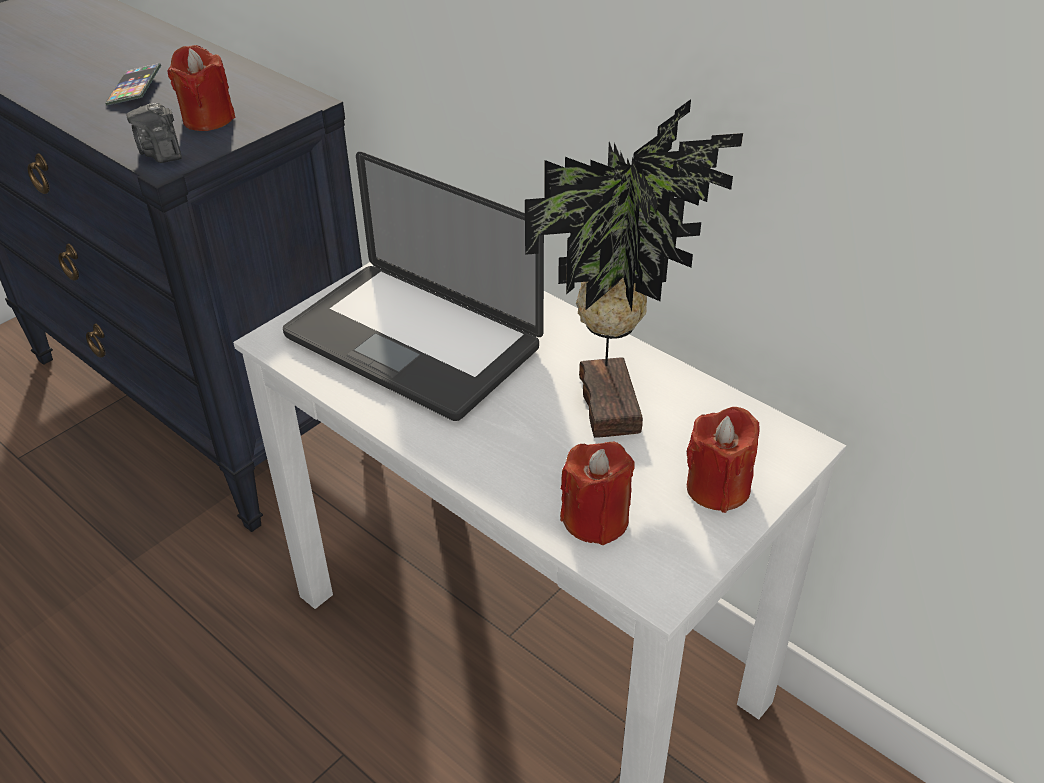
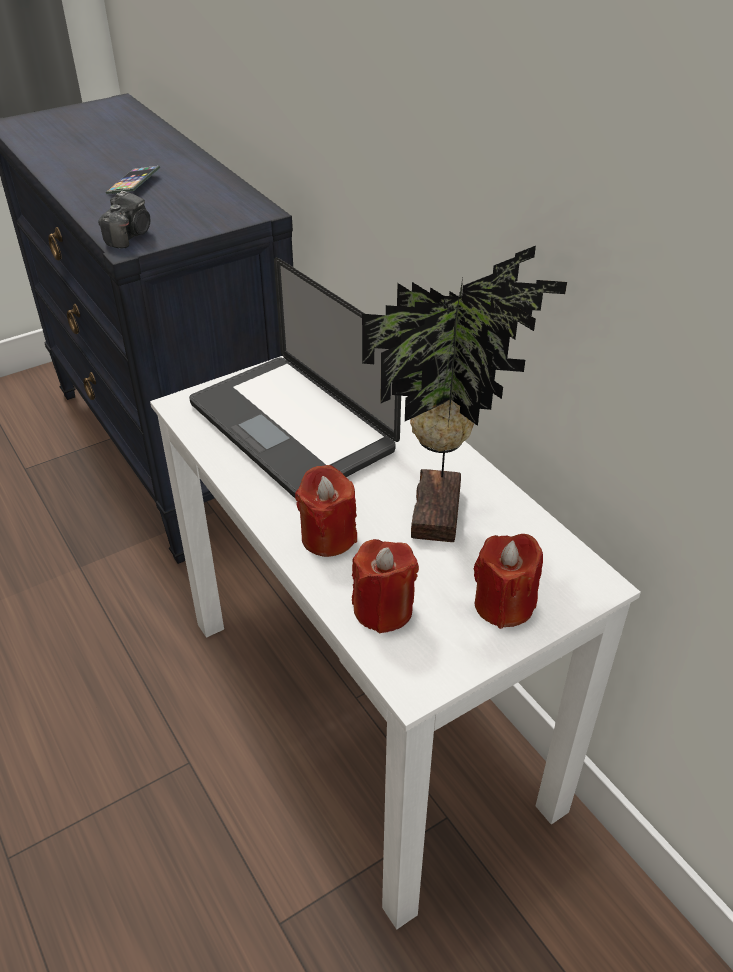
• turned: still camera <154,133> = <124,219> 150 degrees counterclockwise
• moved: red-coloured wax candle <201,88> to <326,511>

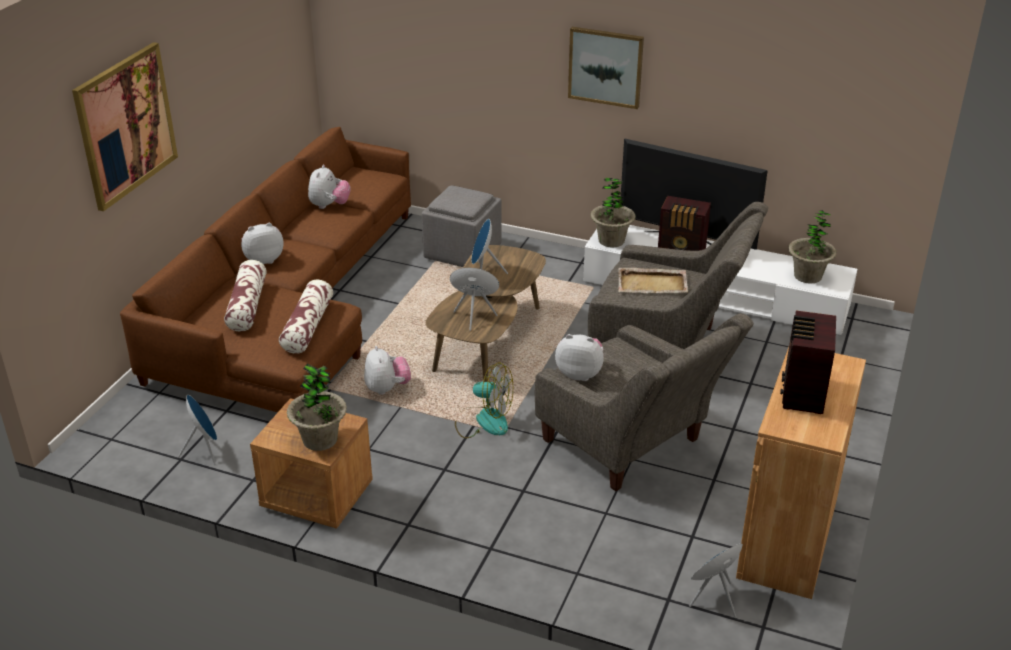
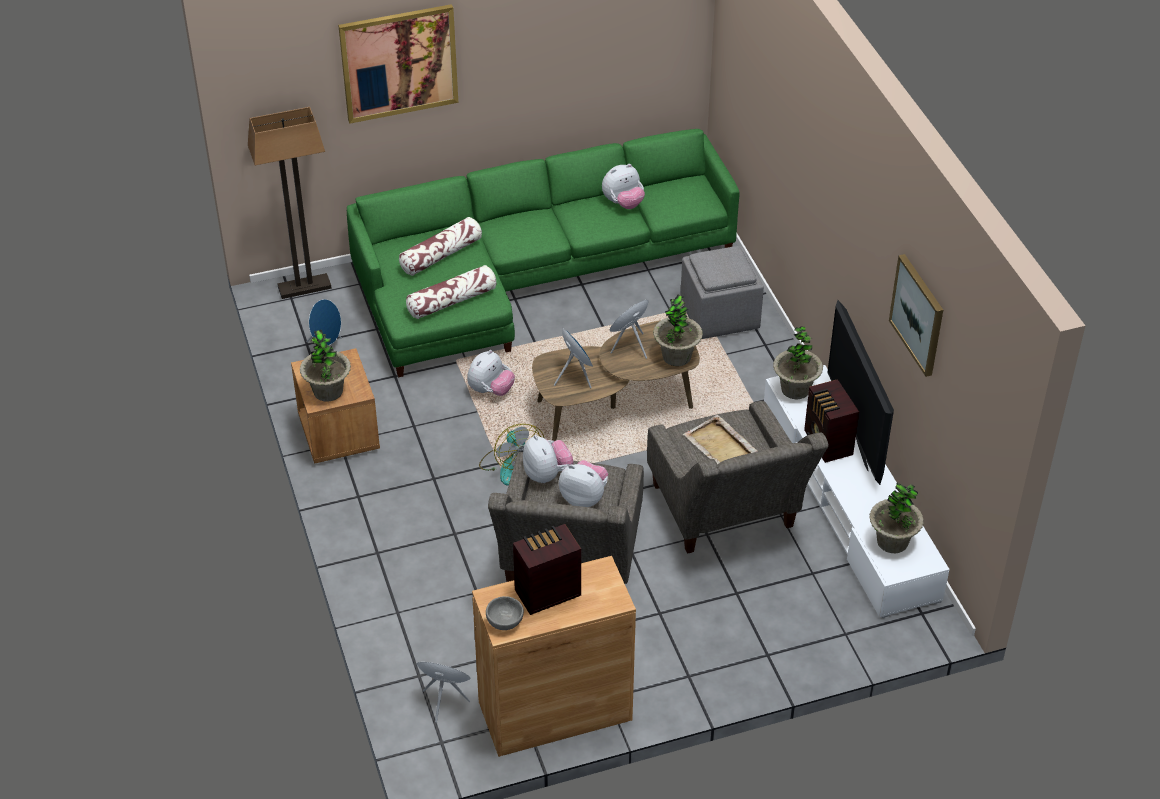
• added: standing lamp <290,203>
• recoloured: brown couch <265,269> to green couch <543,253>
• added: greyish serving bowl <505,613>
• moved: soft toy <262,244> to <583,483>
• added: plant in a pot <678,330>
• moved: wall art <606,68> to <916,315>

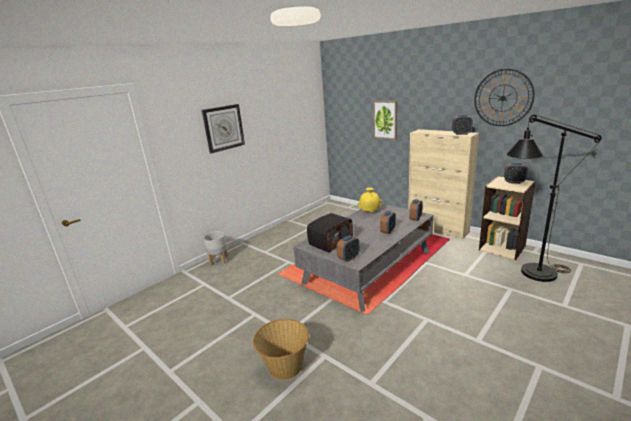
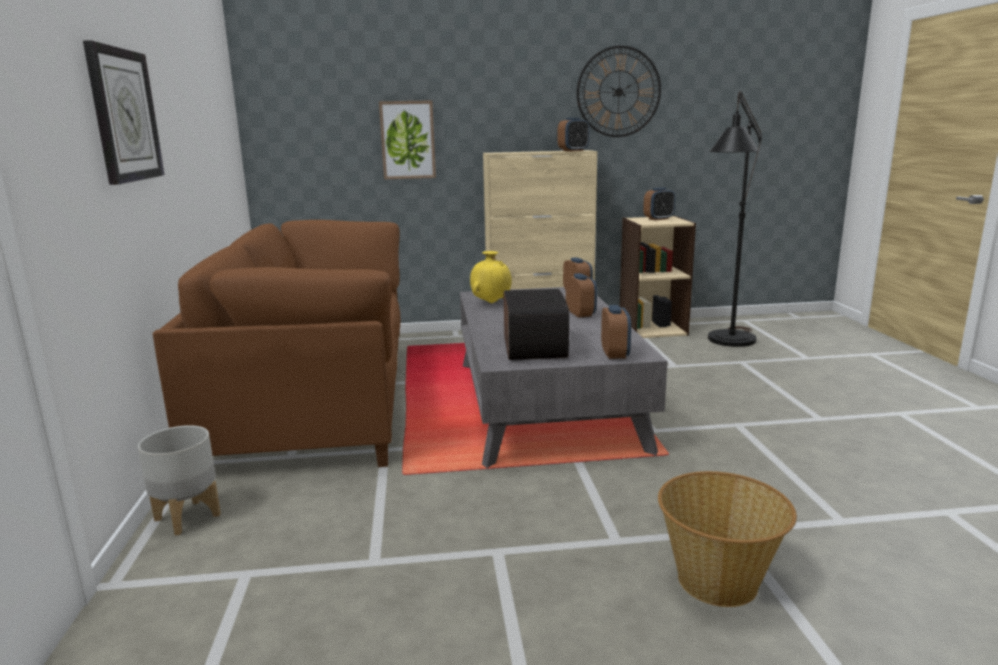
• added: brown couch <277,343>

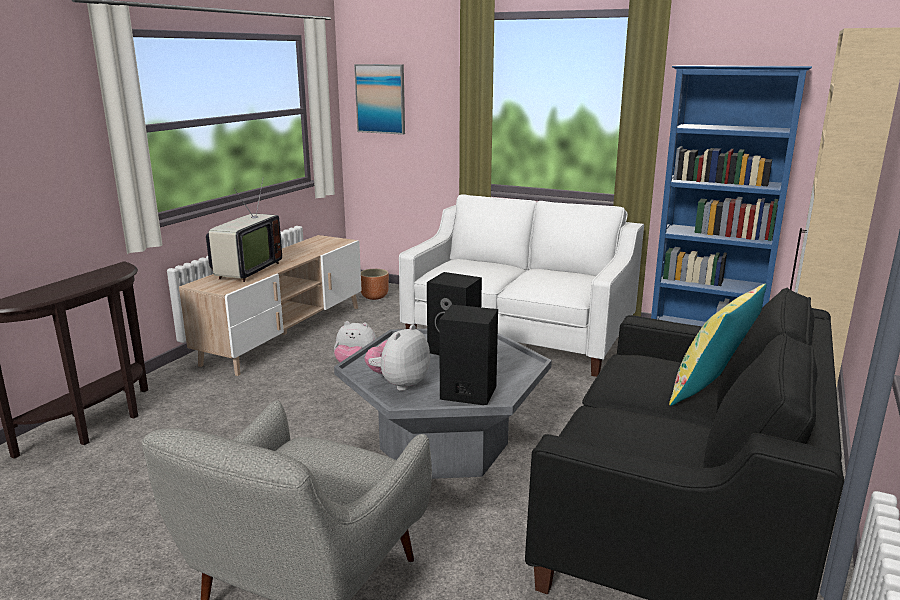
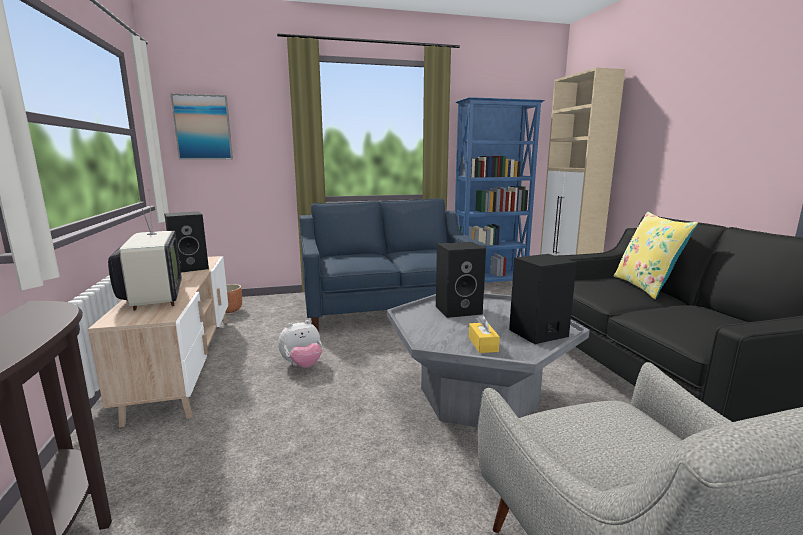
• added: black-coloured speaker <186,242>
• recoloured: whitish couch <521,285> to bluish couch <392,265>
• replaced: soft toy <397,357> to yellow box of tissues <484,334>

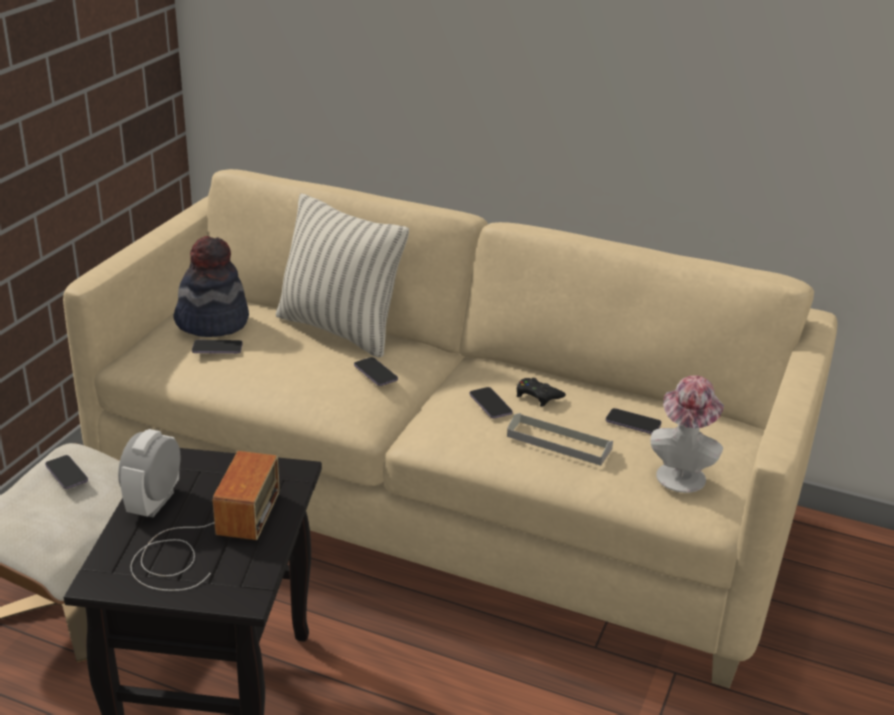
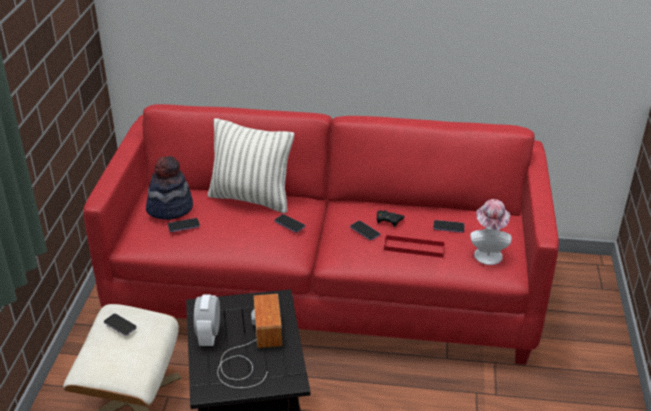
• recoloured: beige-coloured couch <450,428> to red-coloured couch <321,234>
• recoloured: greyish serving tray <560,439> to red-coloured serving tray <414,246>

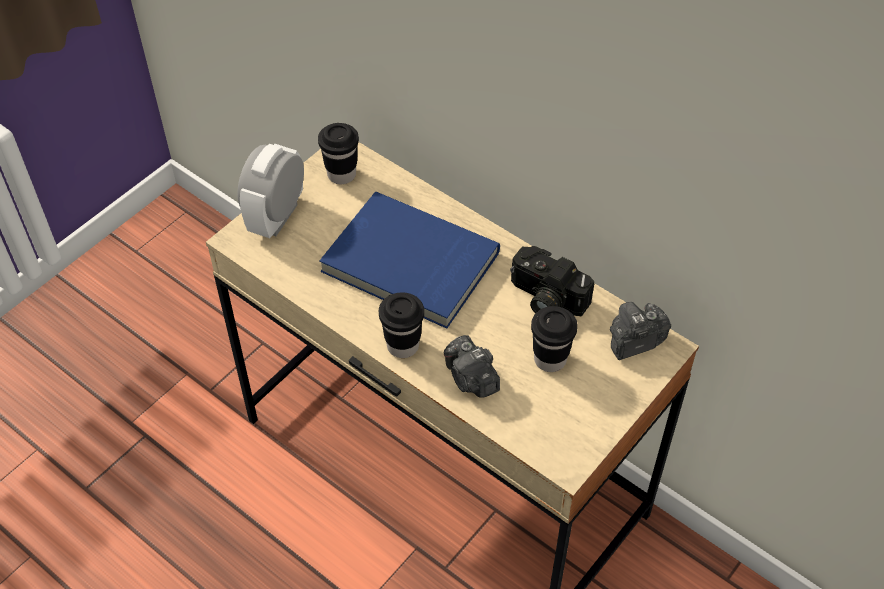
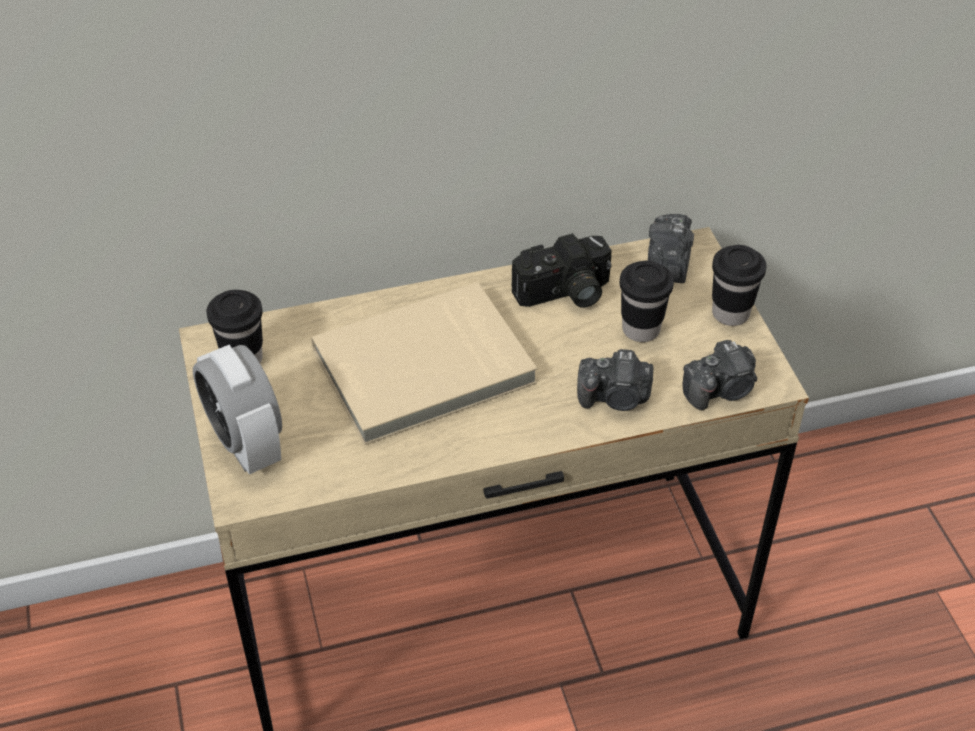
• recoloured: bluish volume <409,260> to beige-coloured volume <424,363>
• added: still camera <720,375>
• moved: black-coloured small cup <401,325> to <739,285>

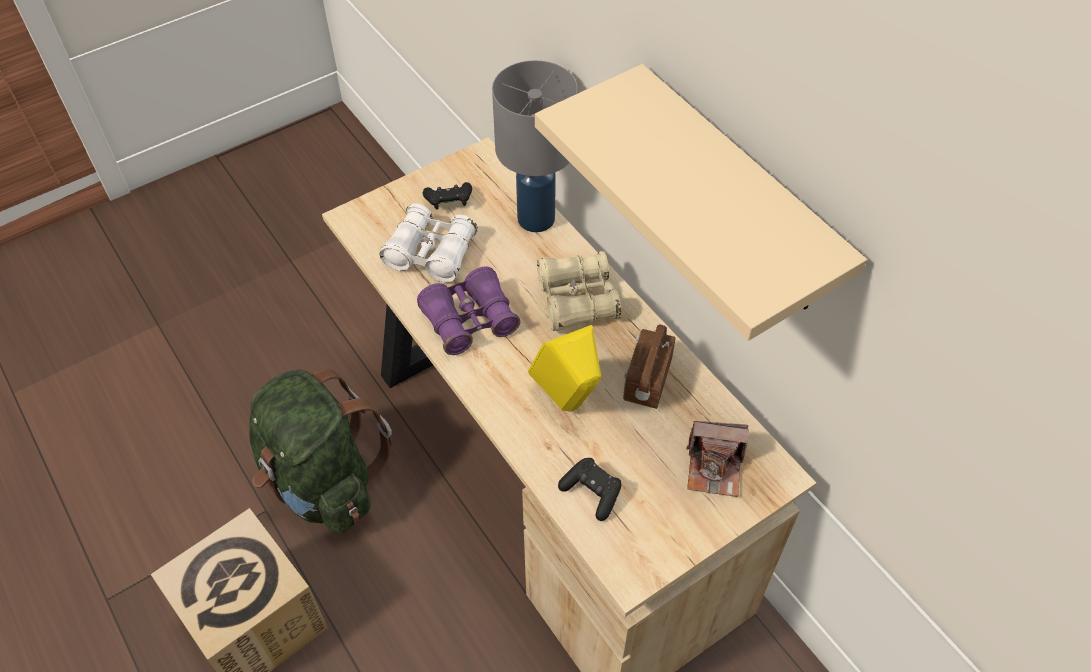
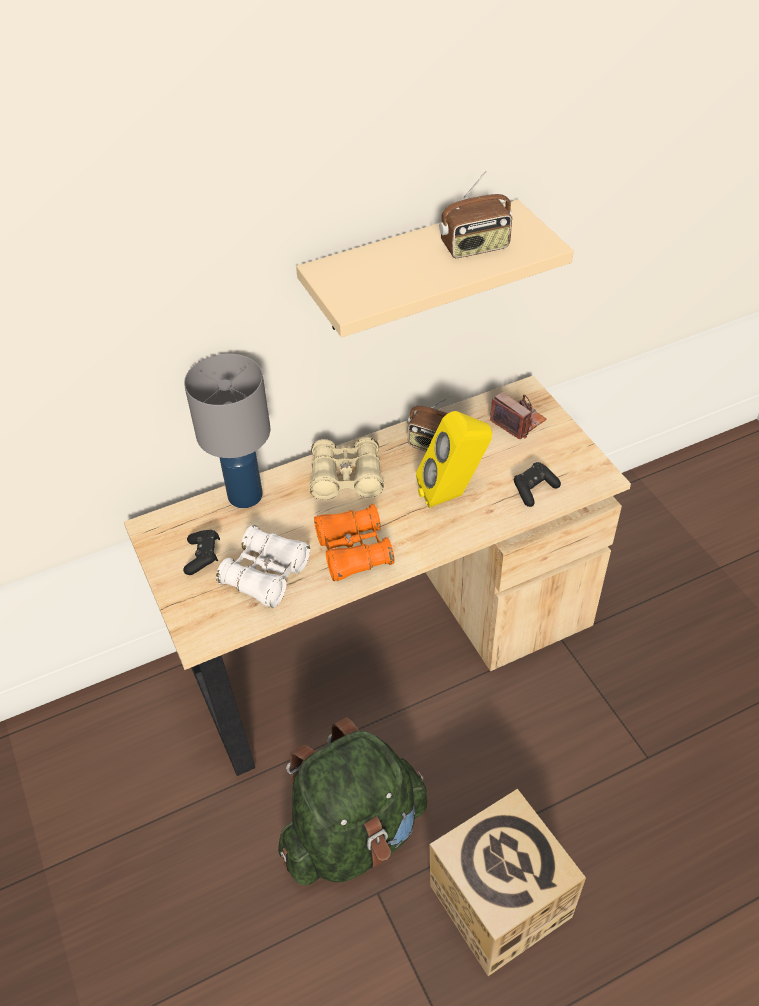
• recoloured: purple-coloured field glasses <468,311> to orange field glasses <354,542>
• added: radio receiver <476,214>
• turned: still camera <717,459> = <518,415> 60 degrees counterclockwise

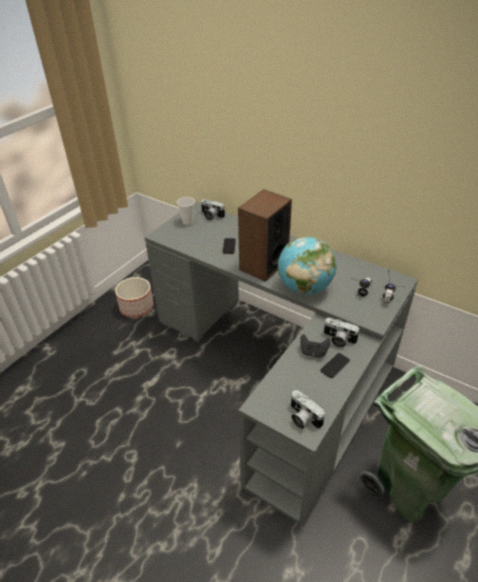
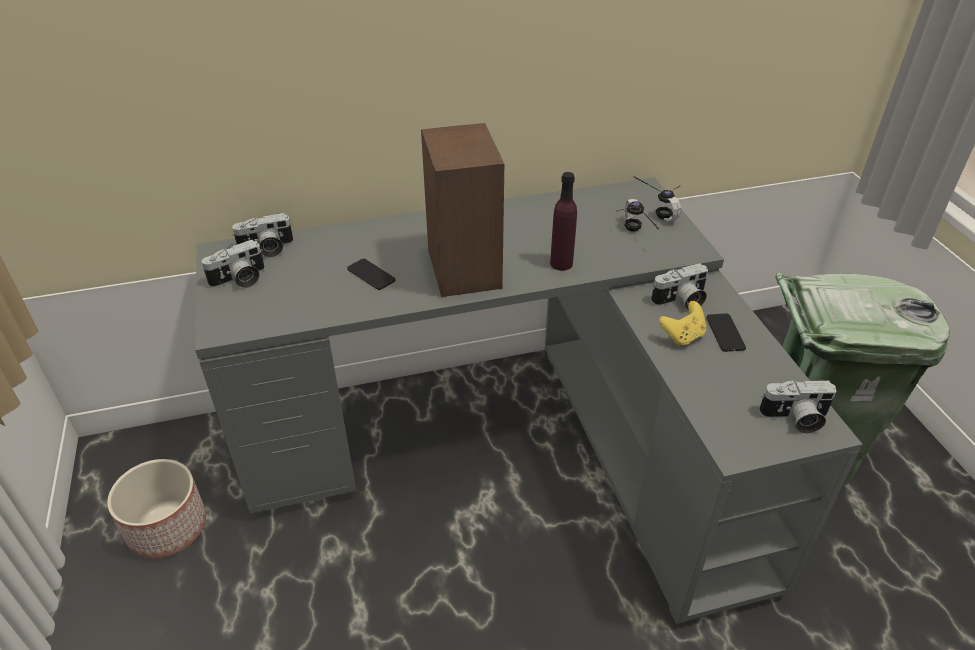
• replaced: small cup <186,211> to still camera <233,264>
• replaced: desk globe <307,265> to purple-coloured bottle <563,221>
• recoloured: black-coloured game controller <315,346> to yellow game controller <682,323>

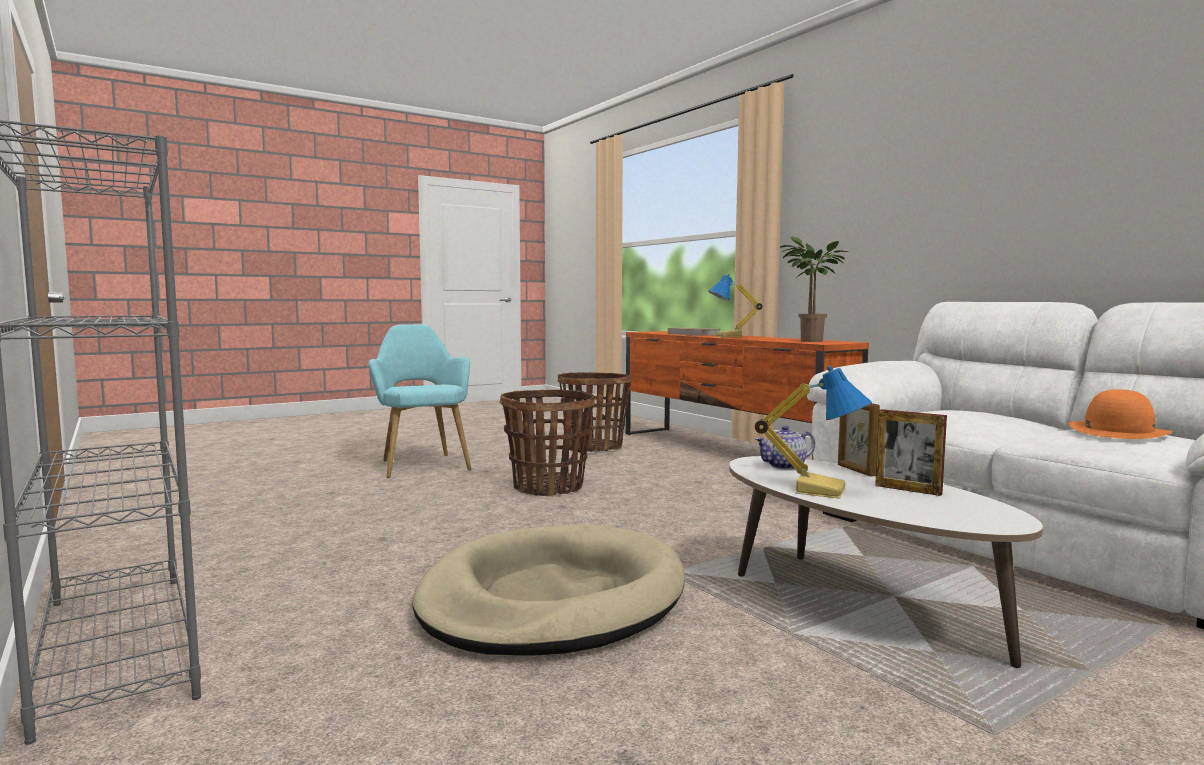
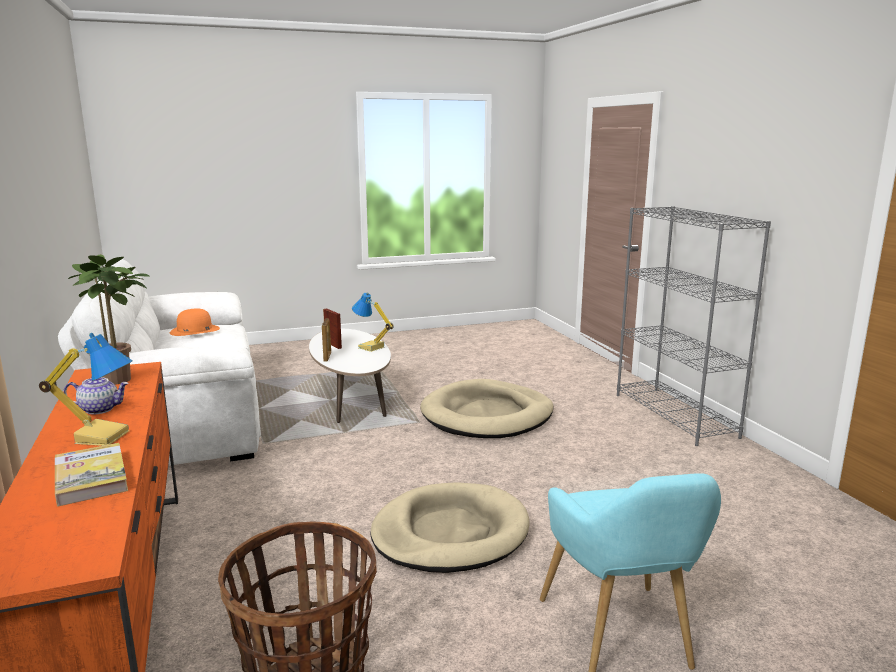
• moved: teapot <785,448> to <96,395>
• replaced: storage basket <547,443> to beige-coloured pet bed <450,527>

